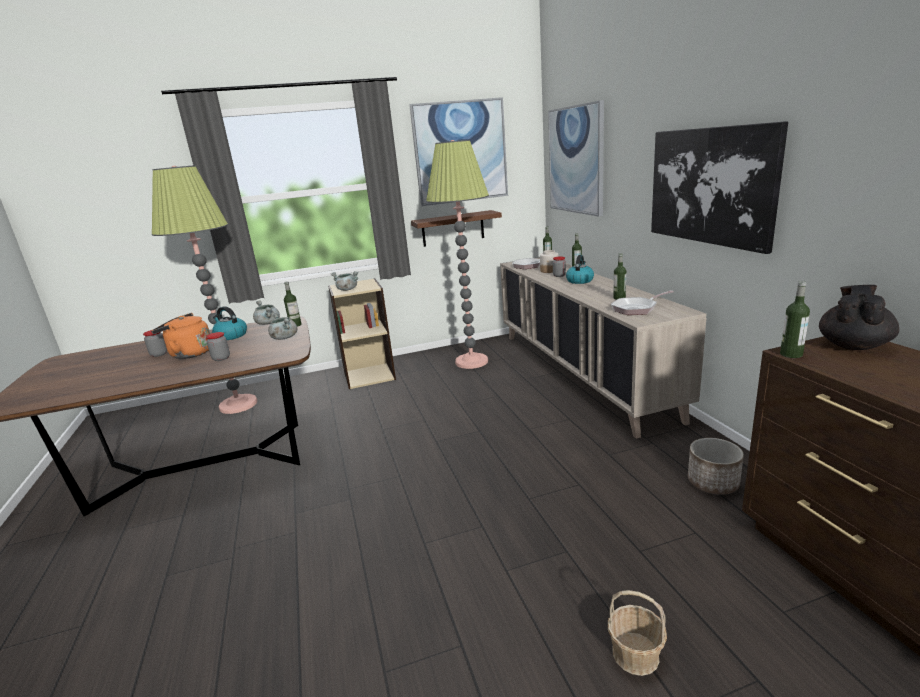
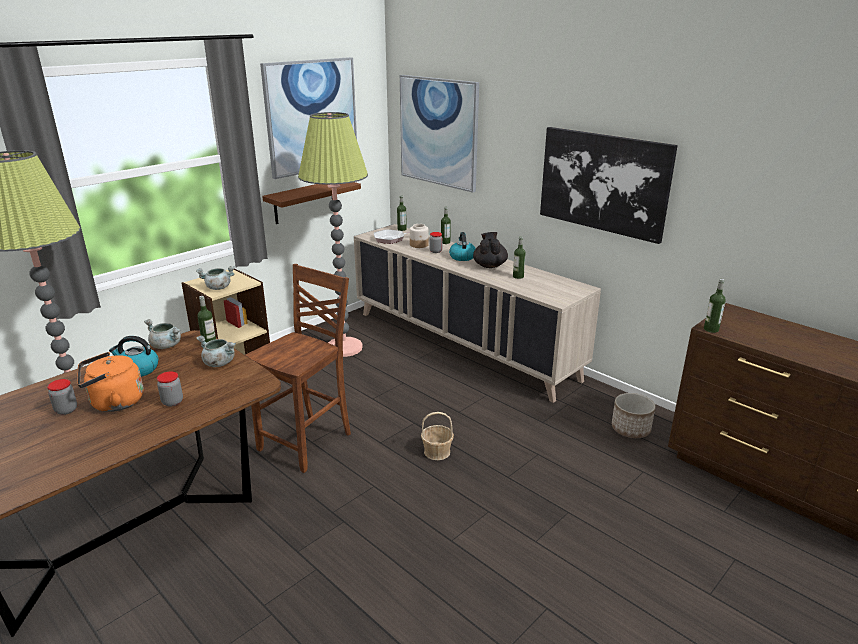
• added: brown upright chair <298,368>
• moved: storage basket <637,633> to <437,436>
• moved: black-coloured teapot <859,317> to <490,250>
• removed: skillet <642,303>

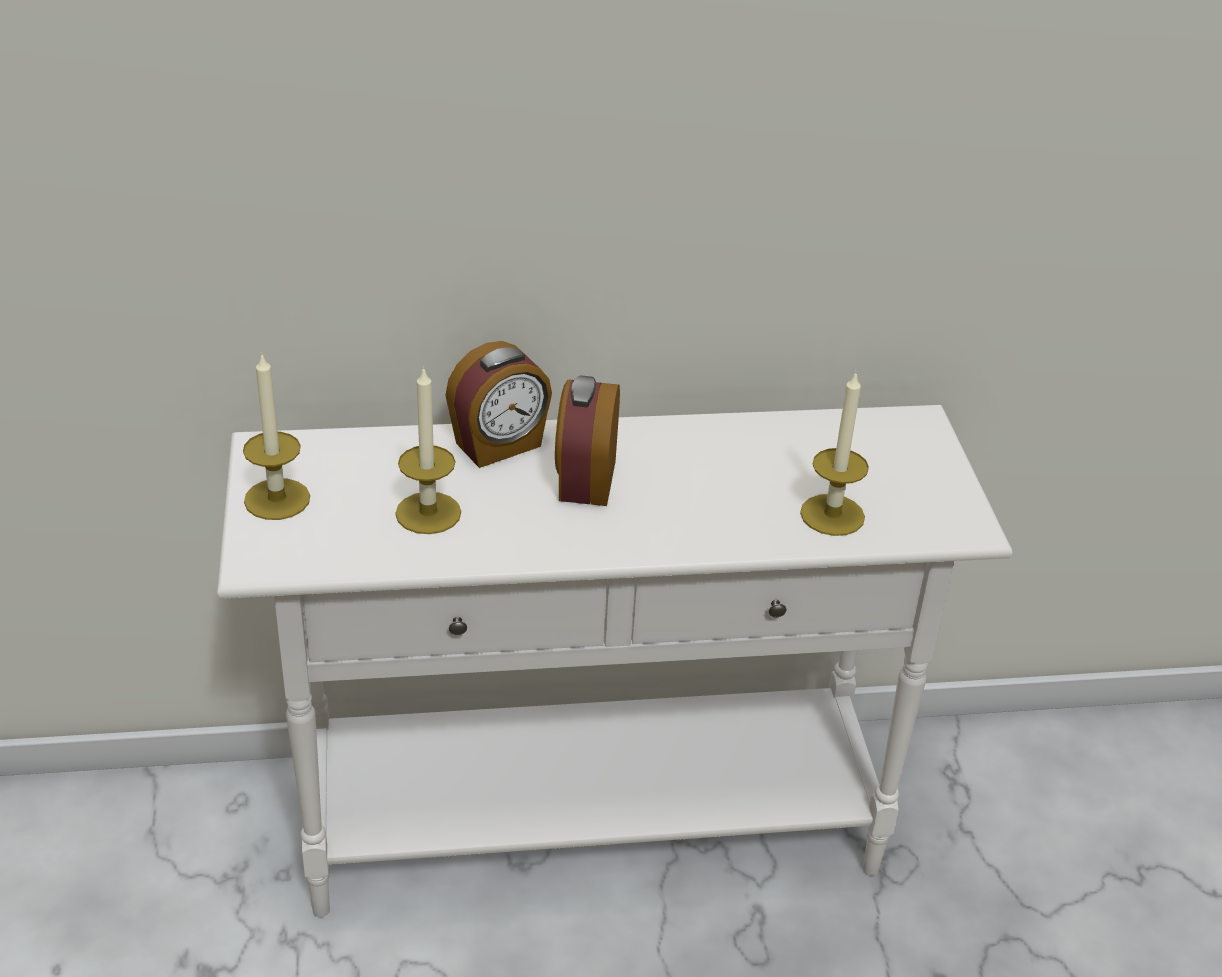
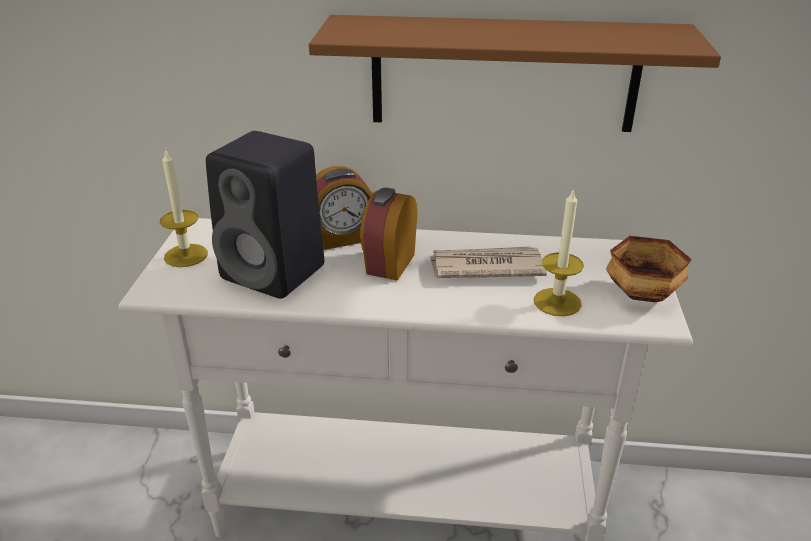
• replaced: wax candle <428,450> to black-coloured speaker <265,215>
• added: brown shelf <515,73>
• added: printed paper <488,262>
• added: serving bowl <649,269>

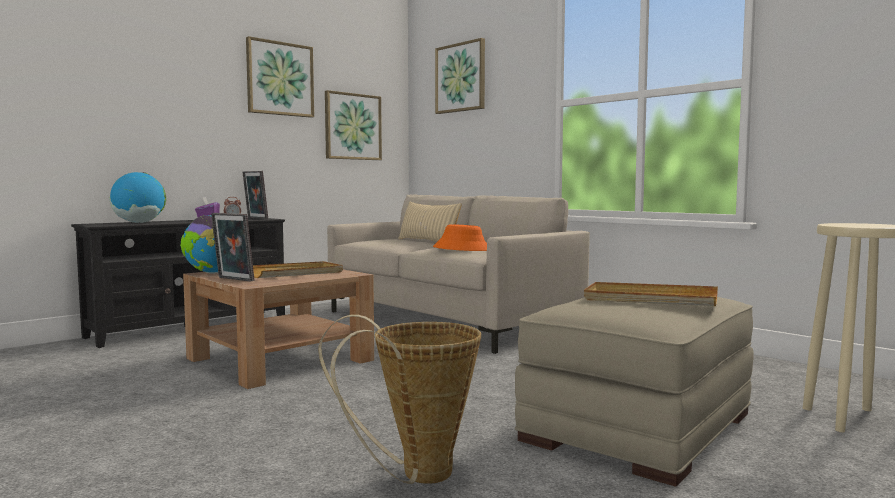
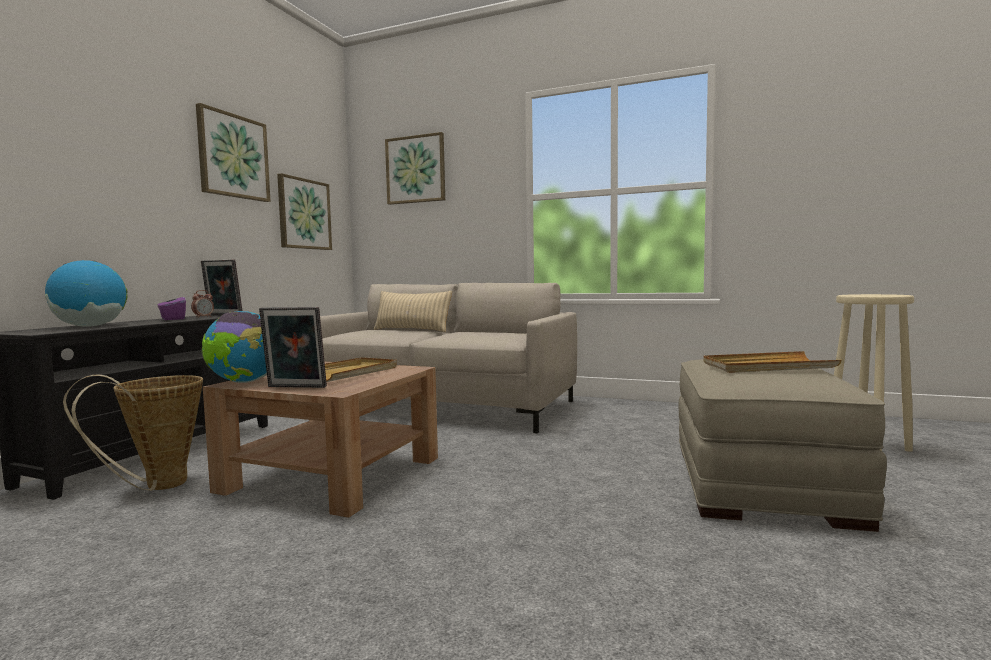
• moved: storage basket <399,399> to <133,432>
• removed: orange clothing hat <460,237>

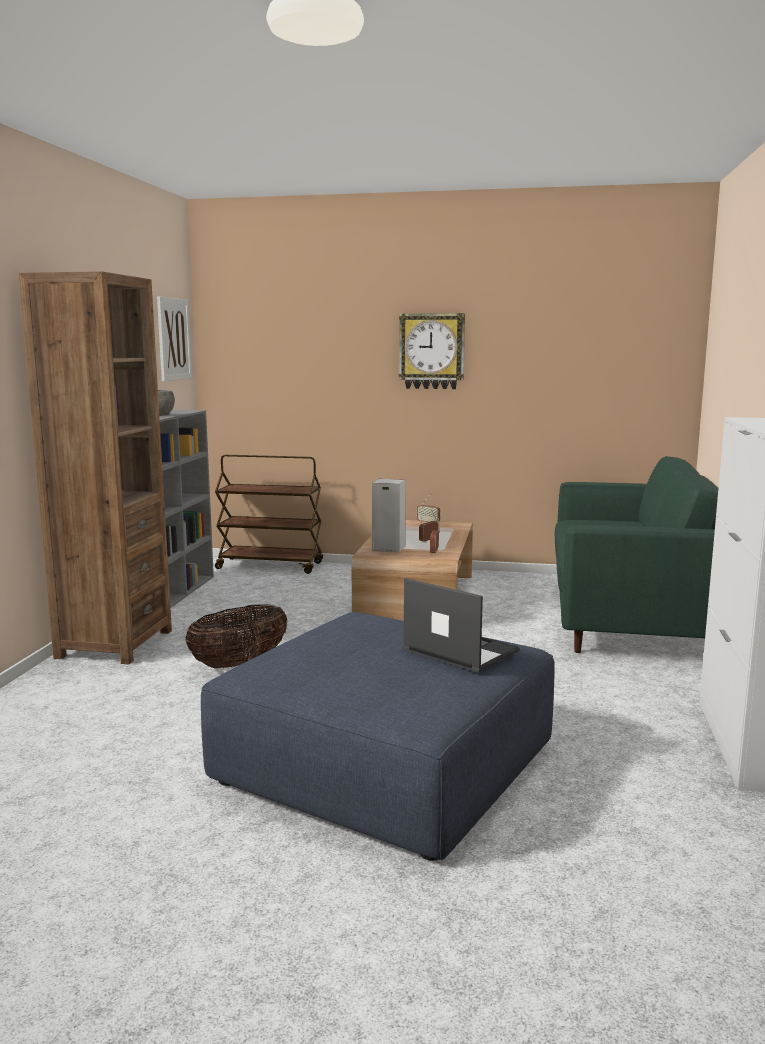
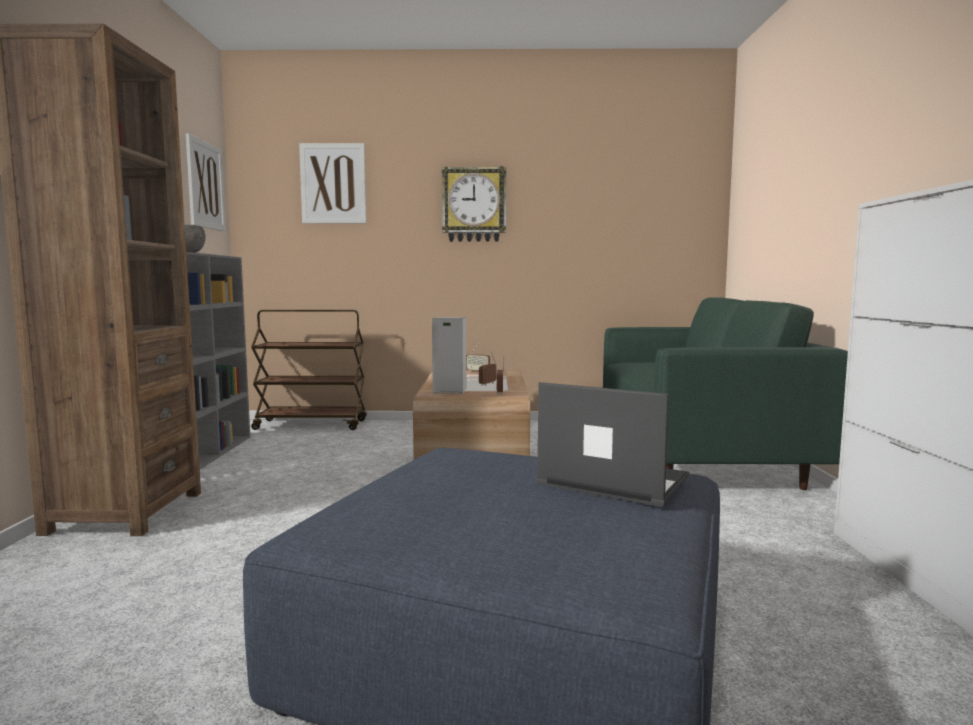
• added: wall art <332,183>
• removed: storage basket <236,636>

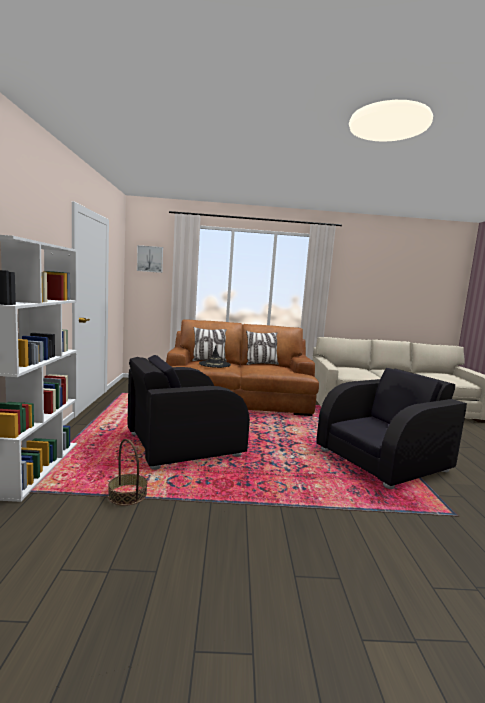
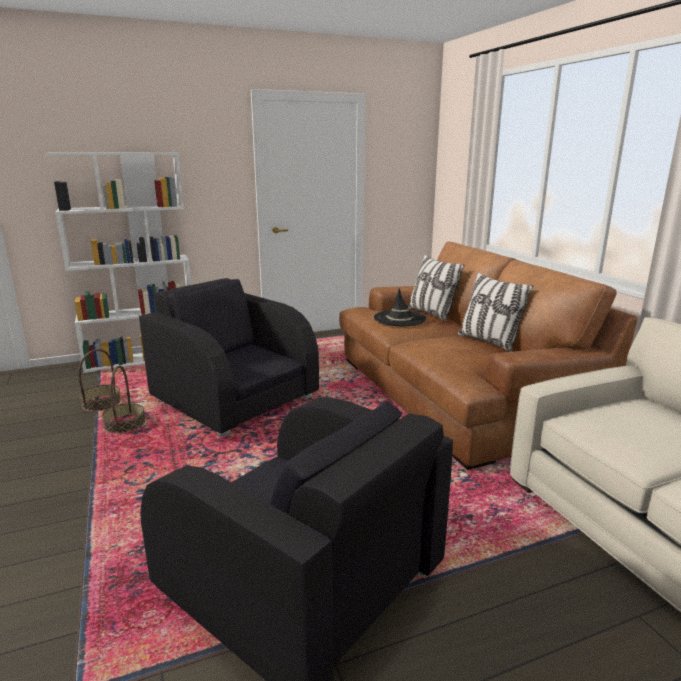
• added: storage basket <123,399>
• removed: wall art <150,259>

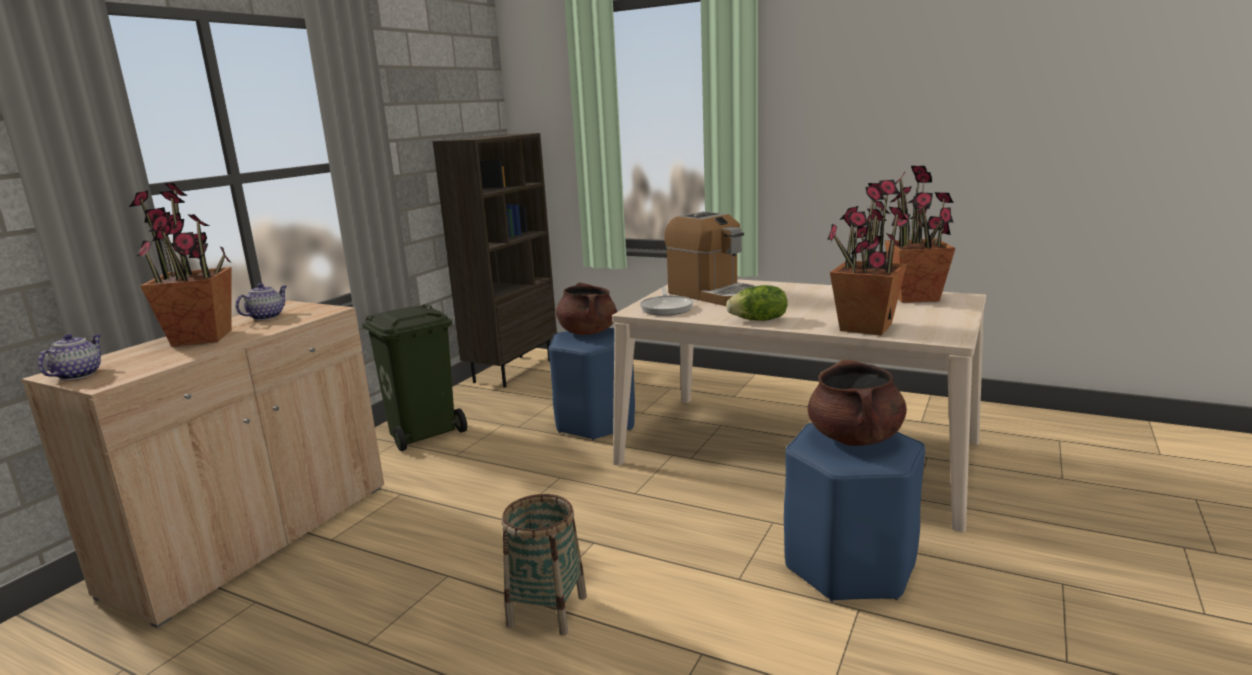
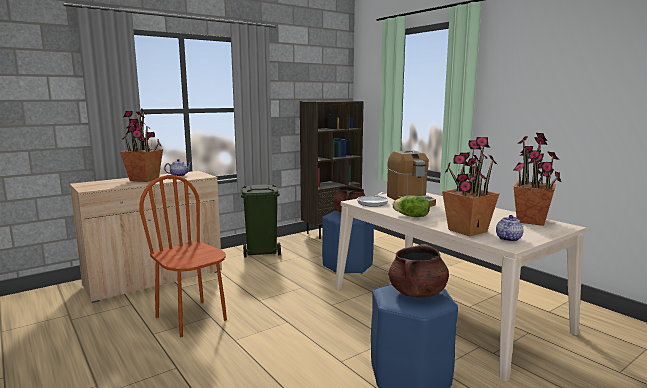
• added: brown upright chair <183,256>
• moved: teapot <69,357> to <510,228>
• removed: storage basket <544,565>

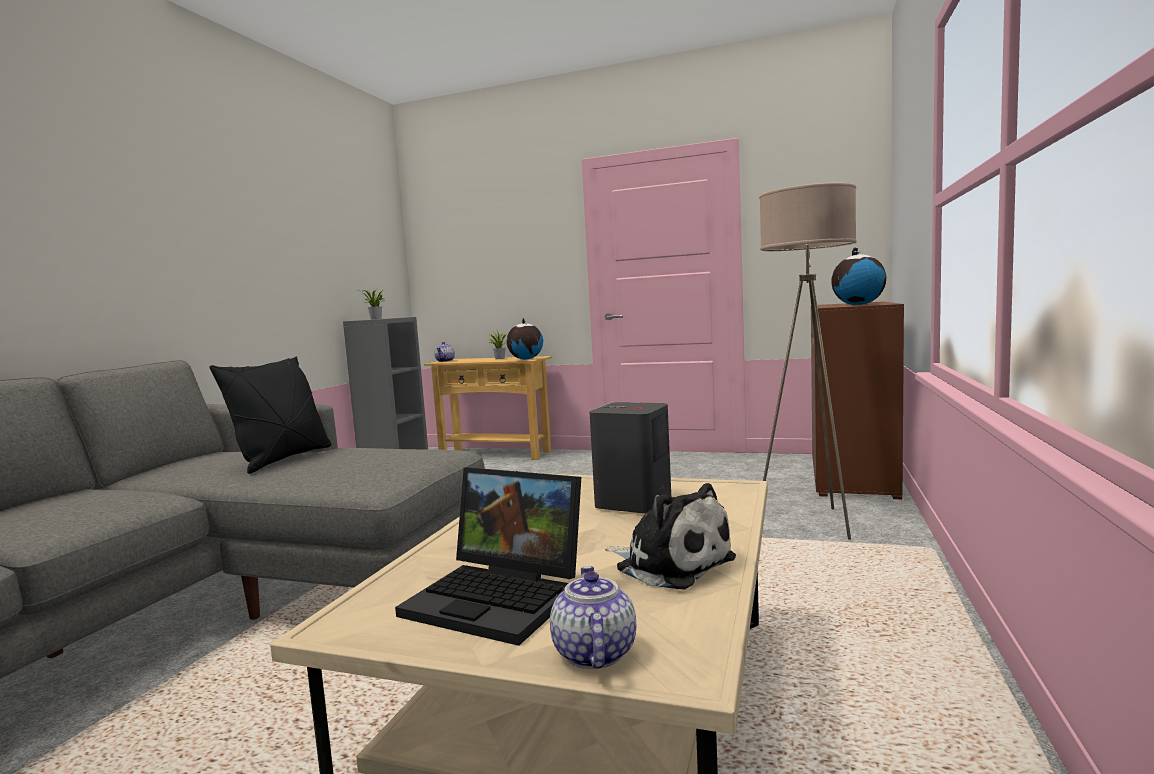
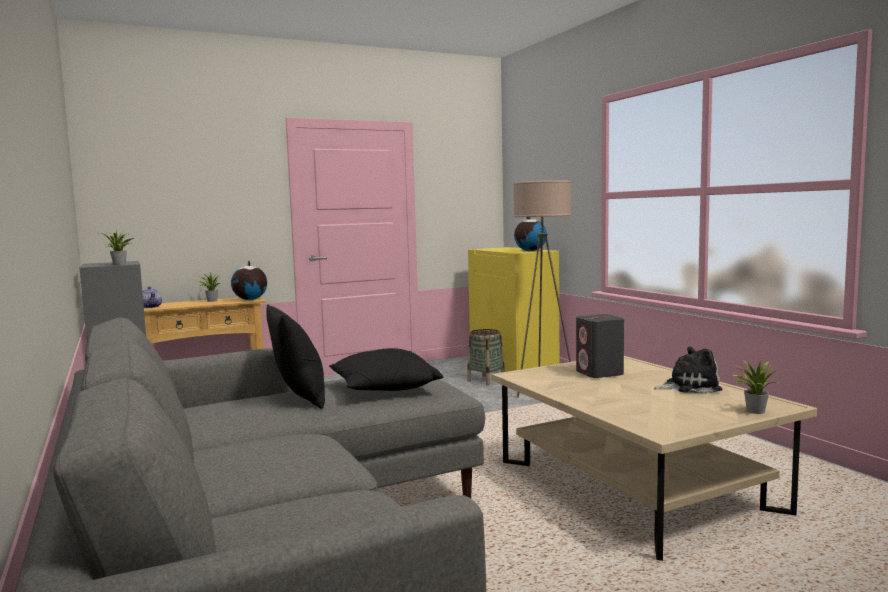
• added: black-coloured cushion <386,369>
• added: storage basket <486,357>
• recoloured: brown cabinet <857,400> to yellow cabinet <513,309>
• replaced: teapot <593,617> to plant in a pot <755,387>
• removed: laptop <488,556>

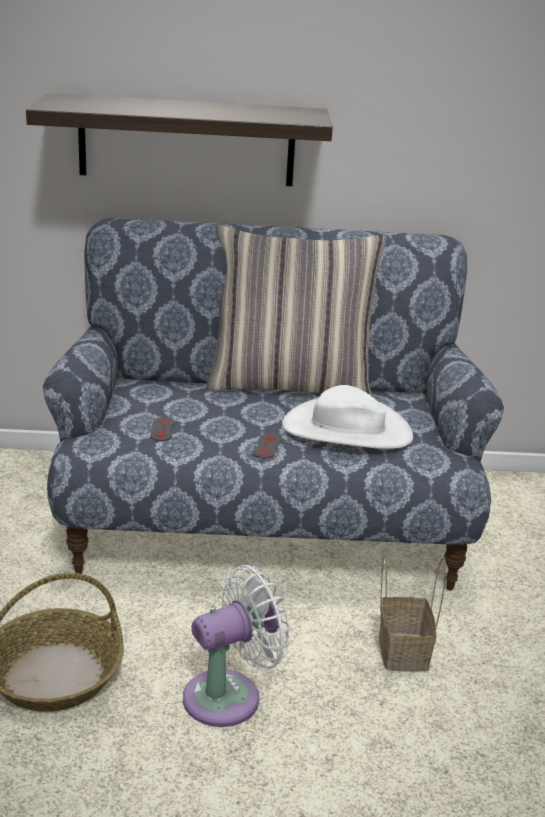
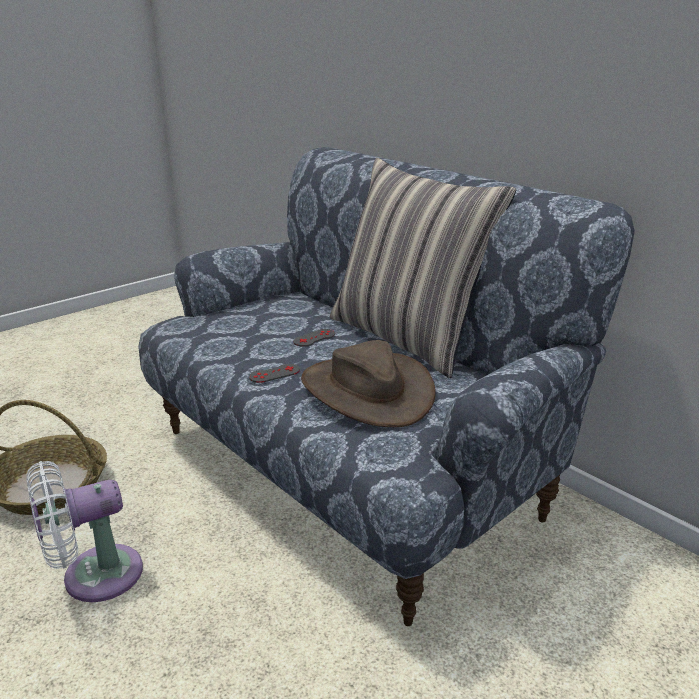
• turned: whitish fan <236,646> = <84,531> 135 degrees clockwise
• moved: greyish game controller <162,429> to <314,338>
• recoloured: whitish clothing hat <347,417> to brown clothing hat <368,383>
• removed: shelf <179,139>
• removed: storage basket <412,613>

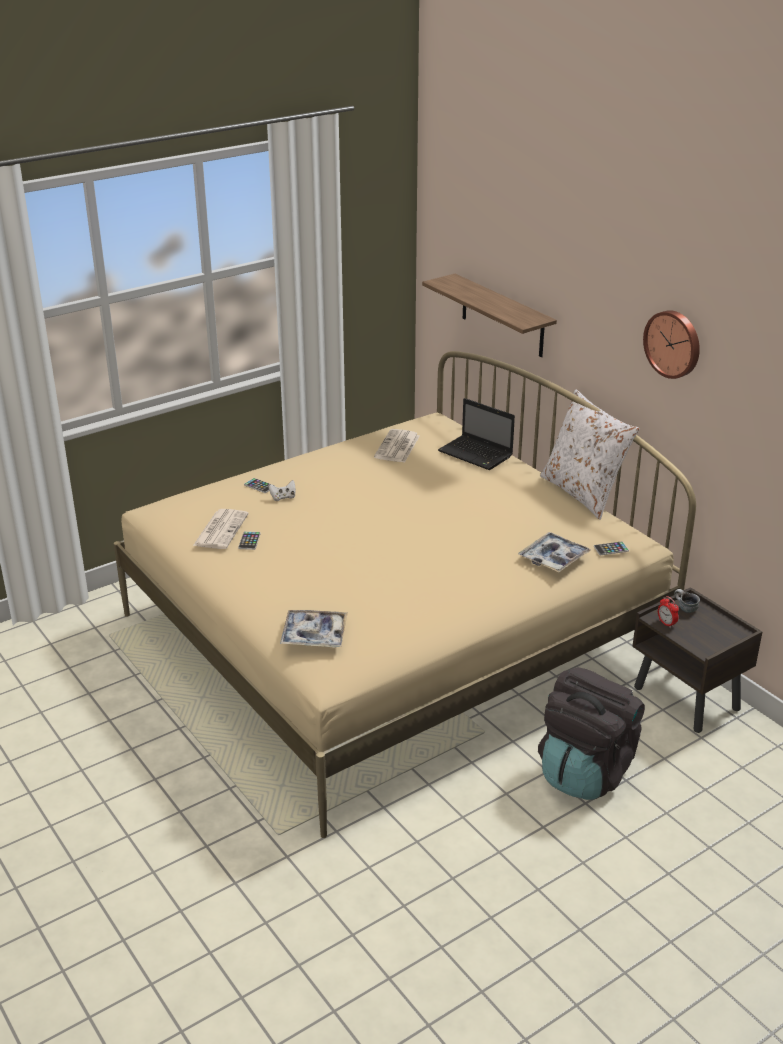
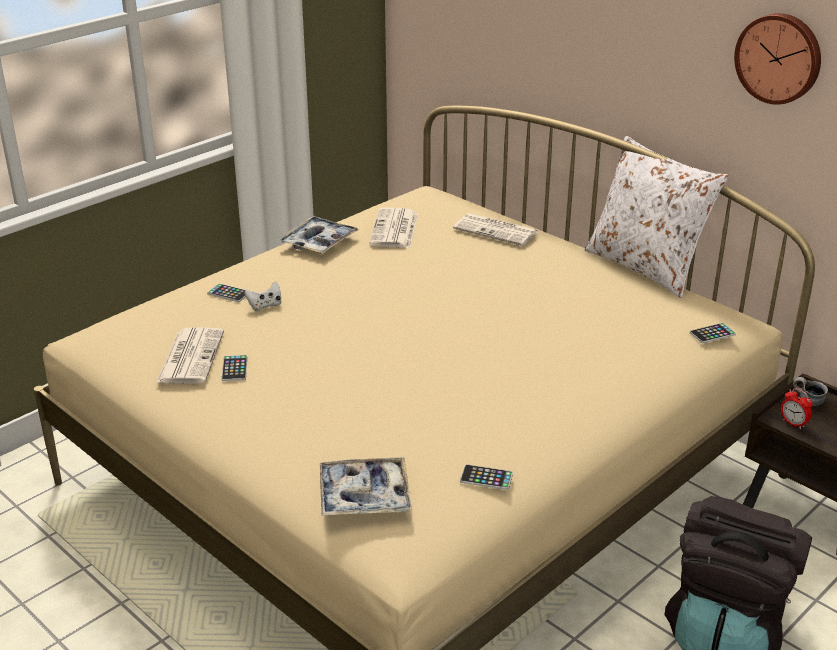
• moved: serving tray <554,552> to <318,235>
• replaced: laptop <476,434> to printed paper <496,229>
• added: telephone <486,477>
• removed: shelf <489,315>

